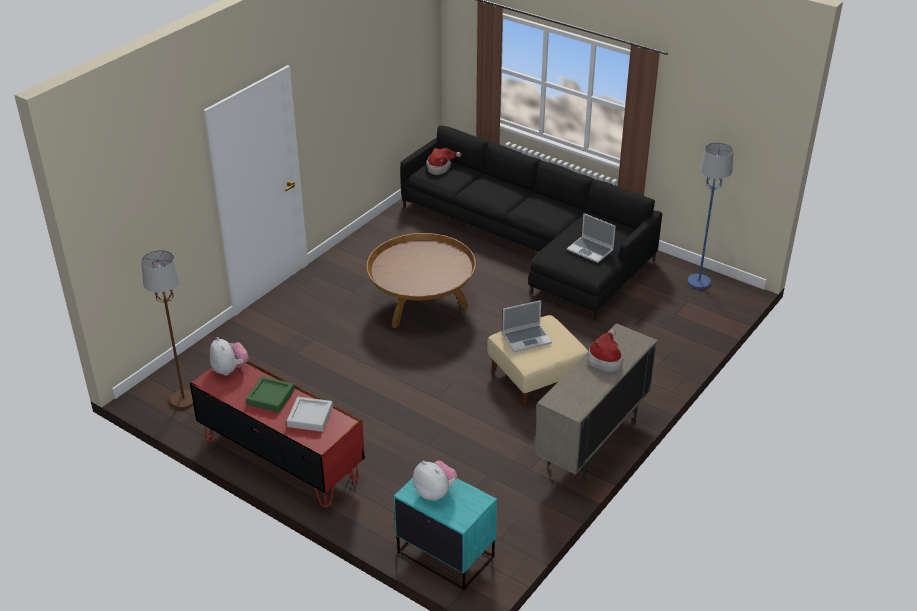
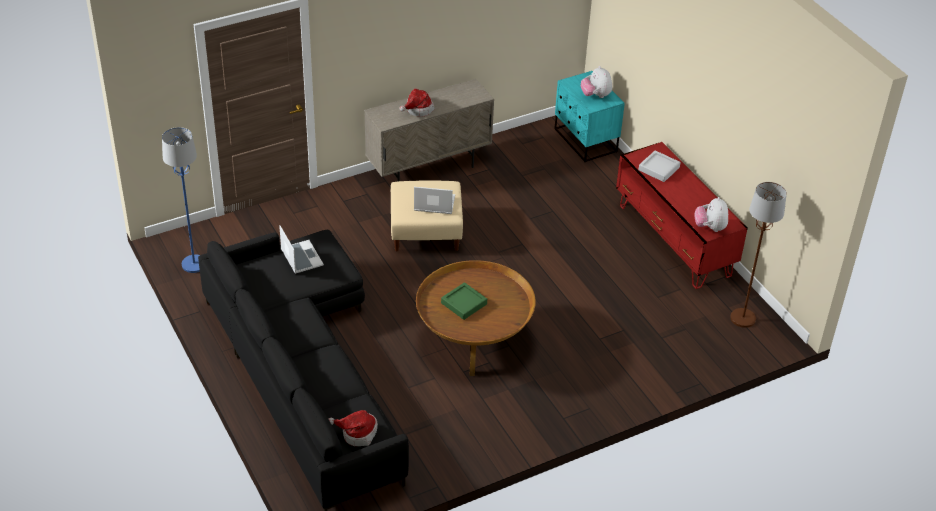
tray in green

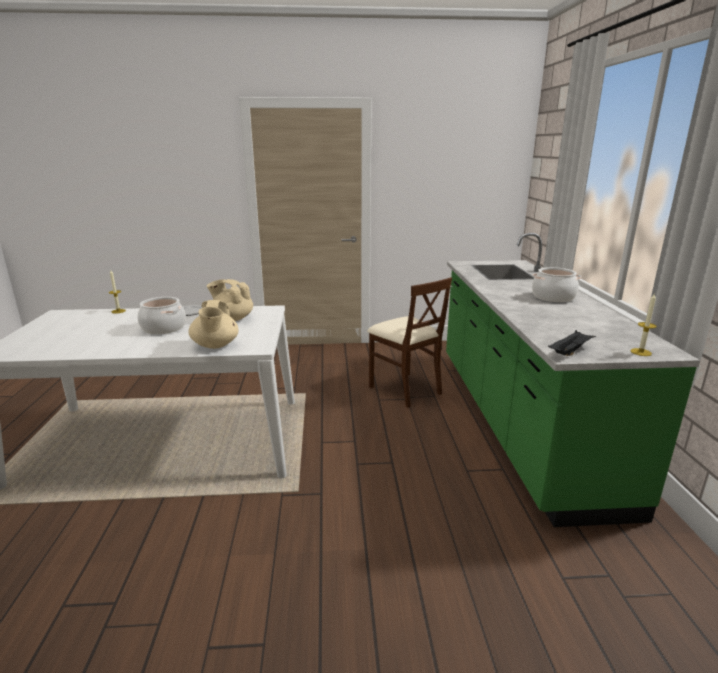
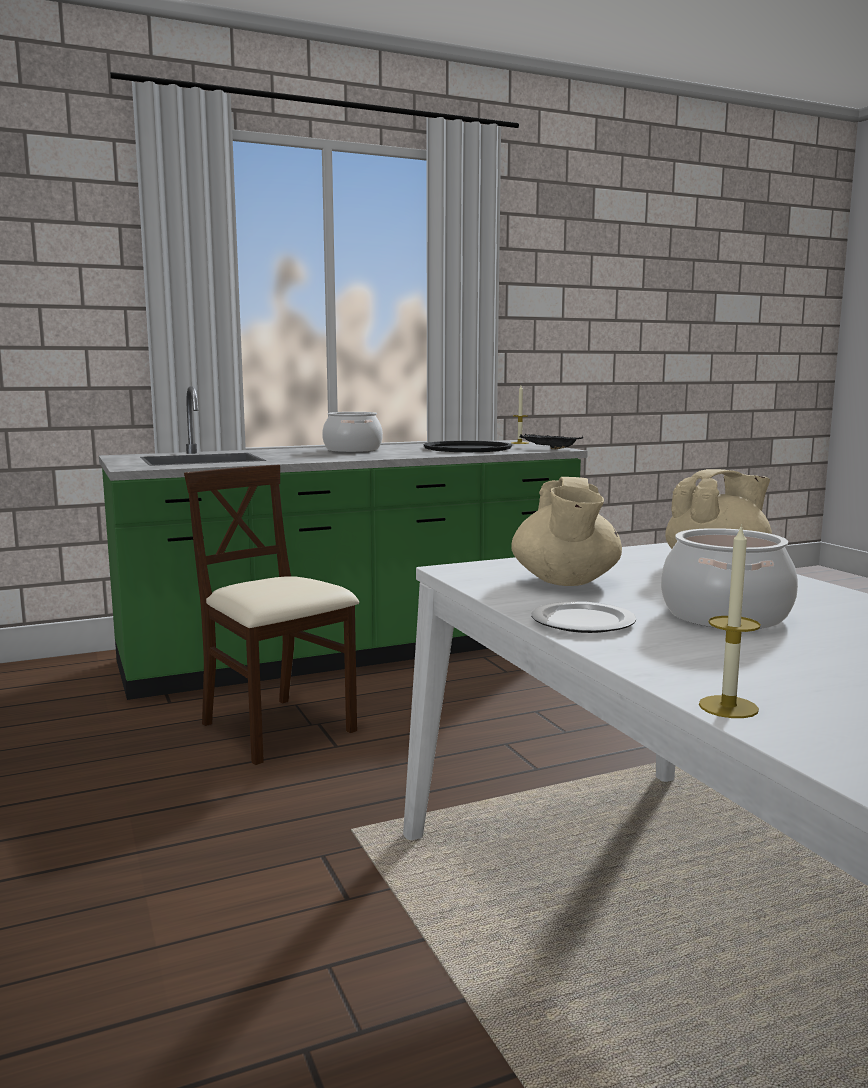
tray in black (no. 1 from left)
chair in beige

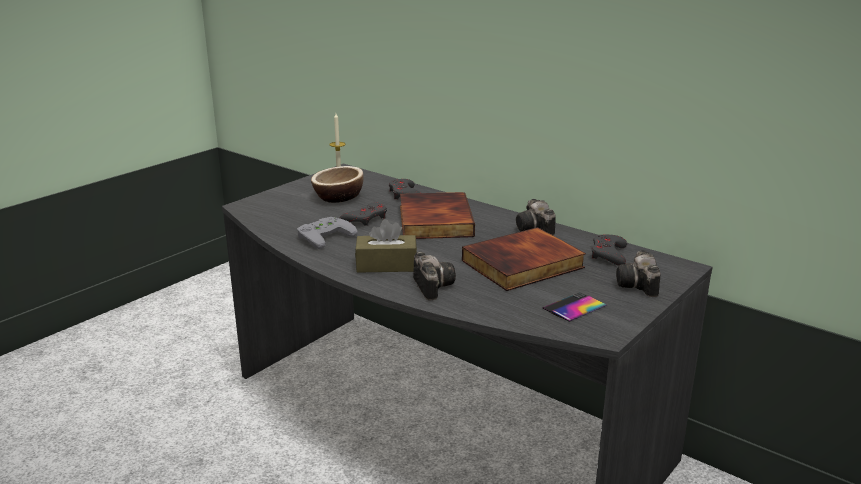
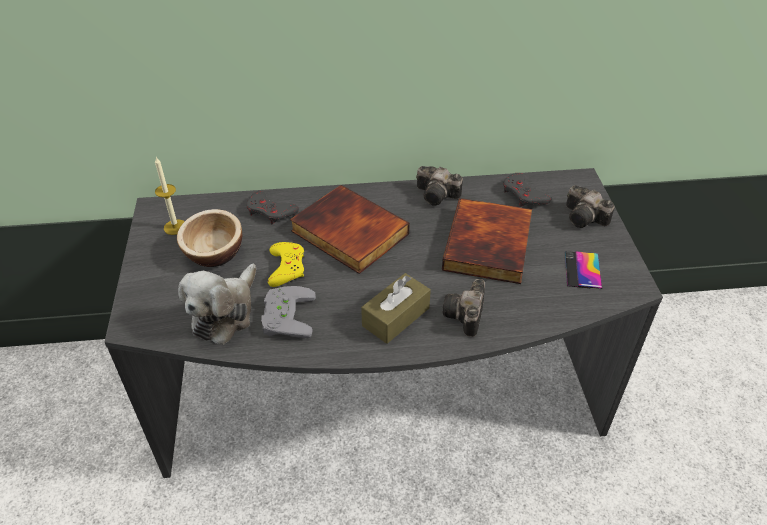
plush toy
game controller in yellow
photo camera (no. 2 from left)

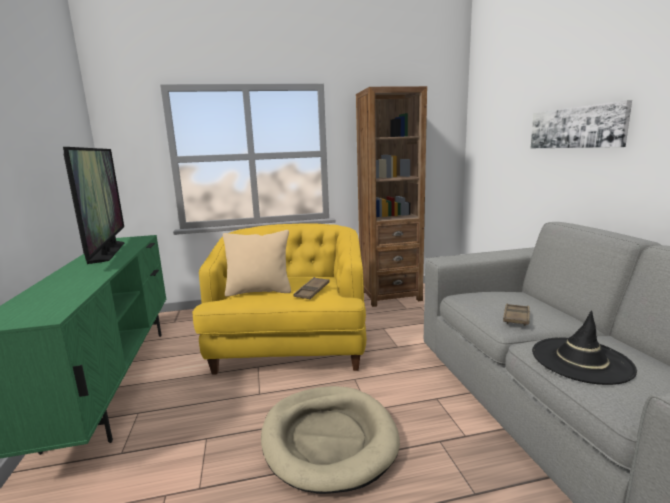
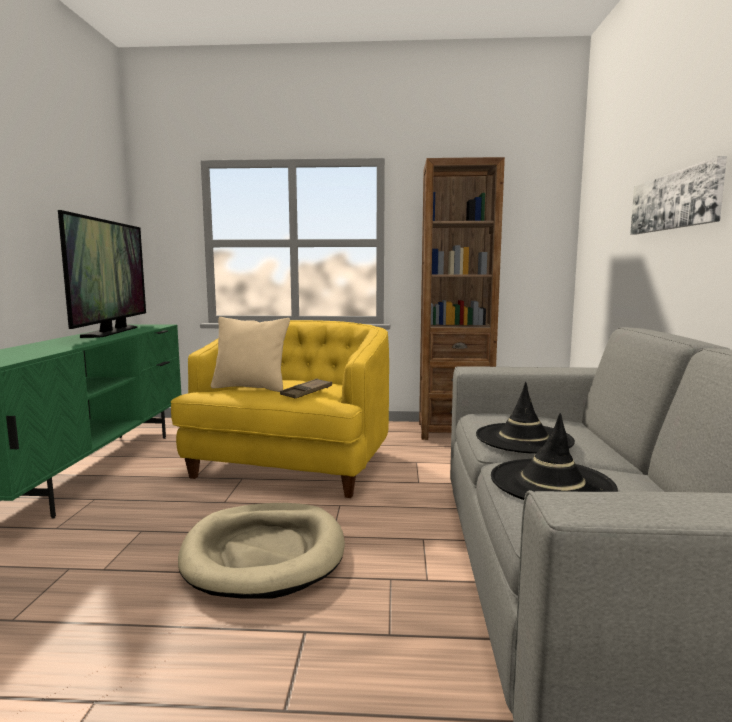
hat in black (no. 1 from left)

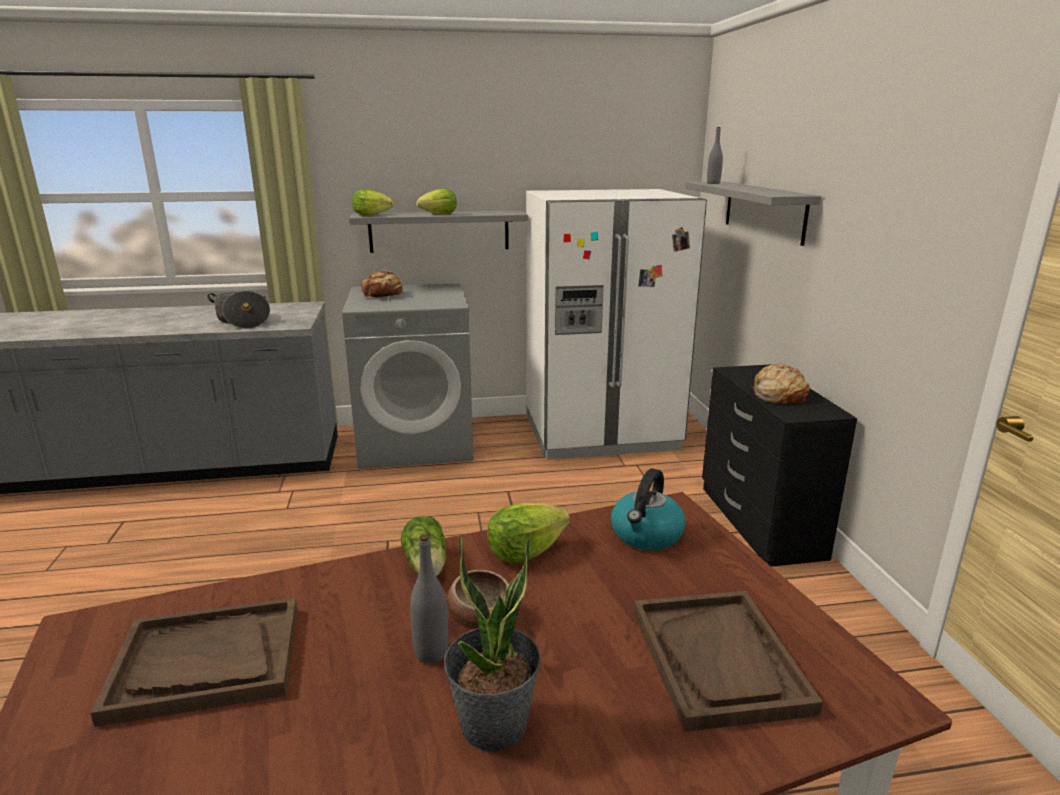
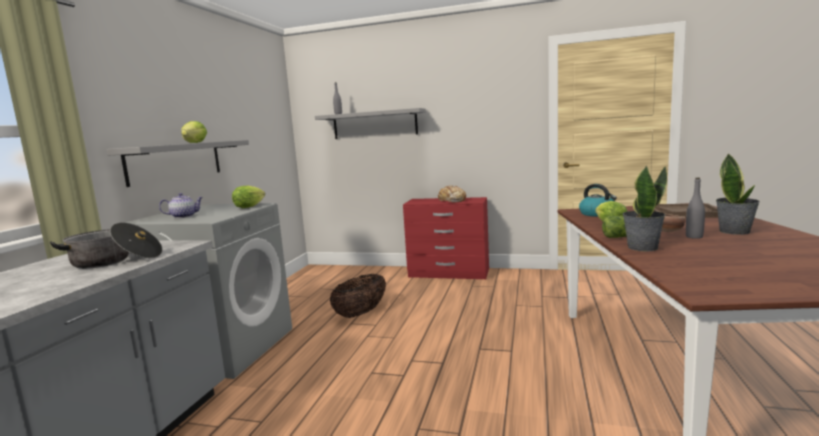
tray in brown (no. 1 from left in the first image)
fridge in white
basket
potted plant (no. 1 from left)
lettuce (no. 2 from left)
teapot
dresser in red

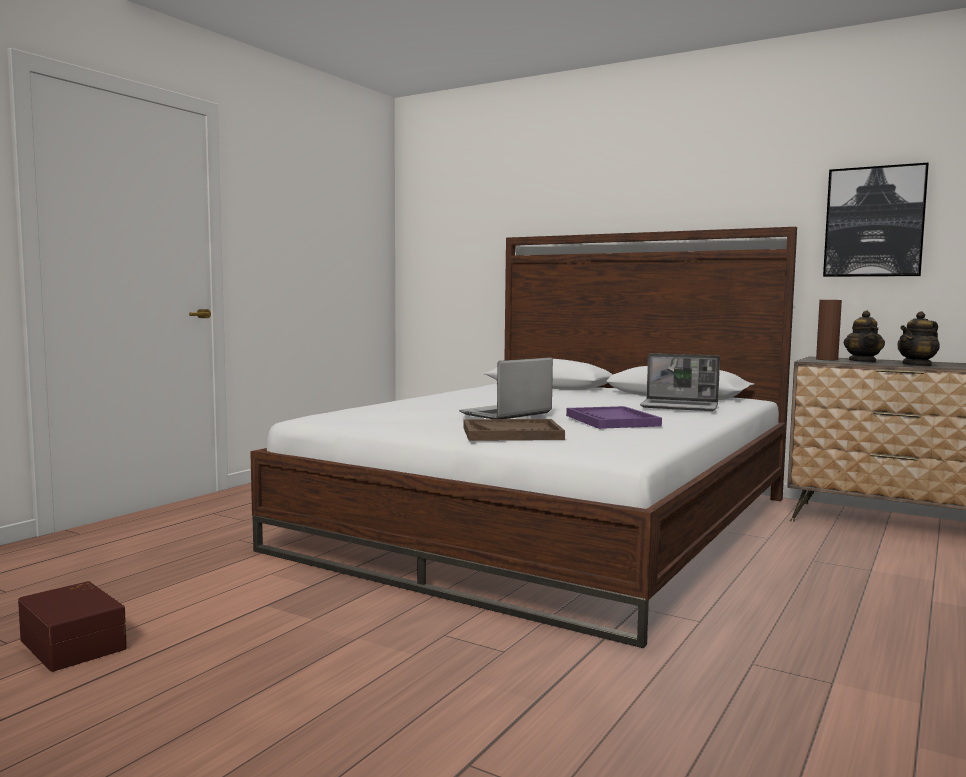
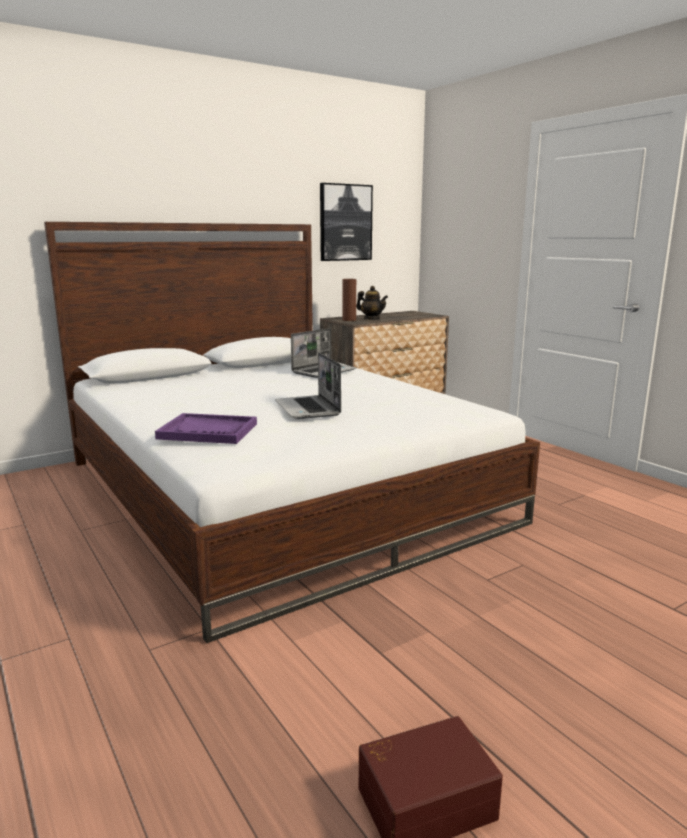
tray in brown
teapot (no. 2 from left in the first image)
tray in purple

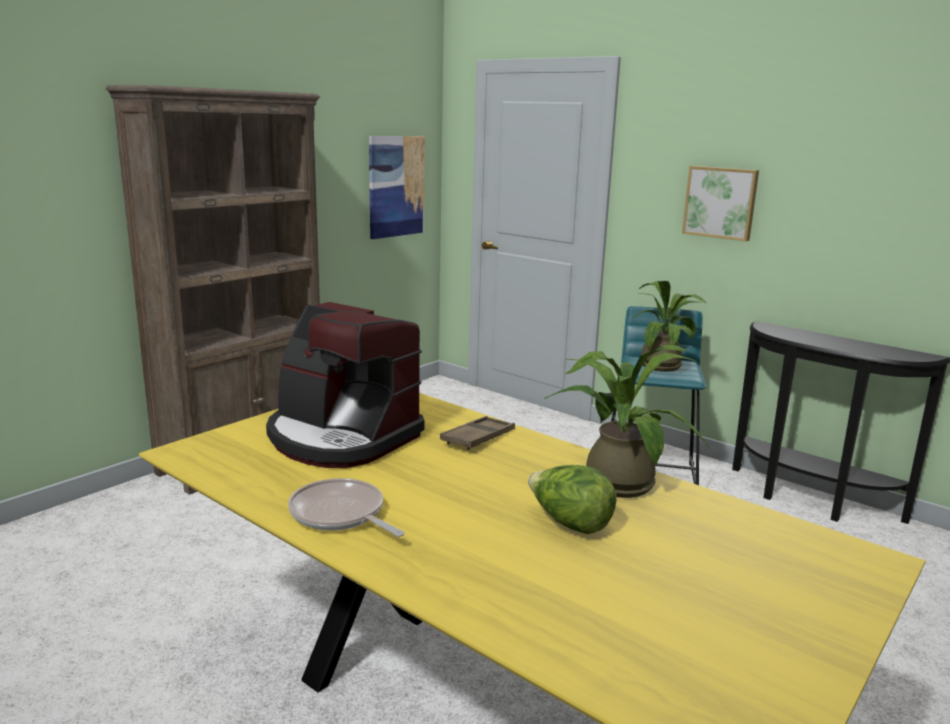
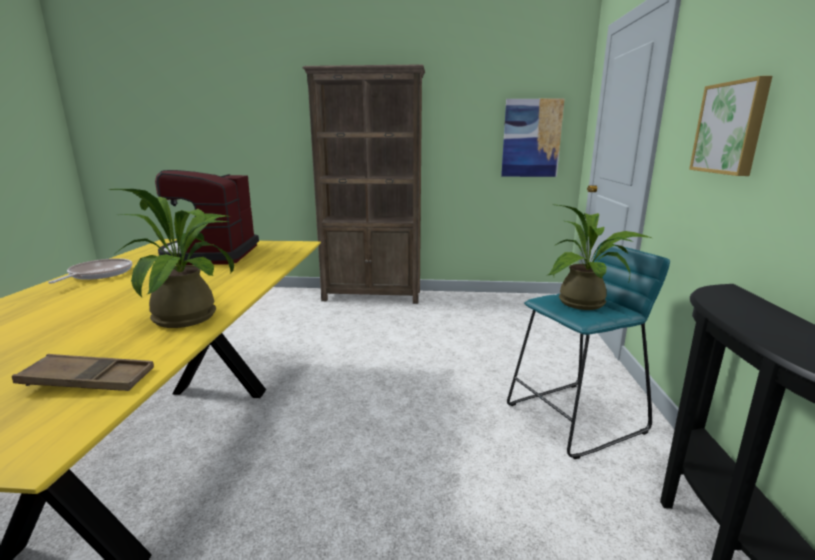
lettuce
tray in brown

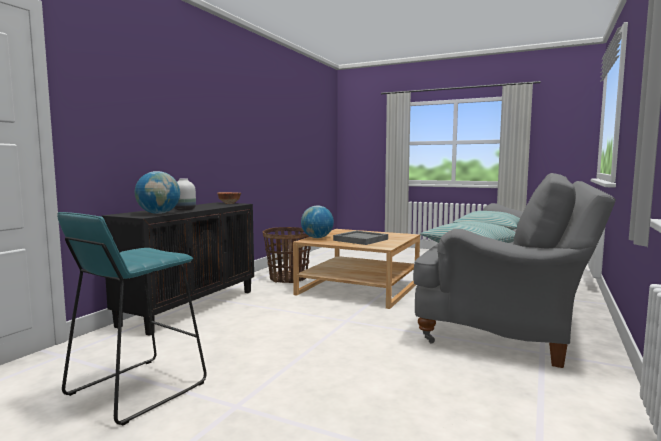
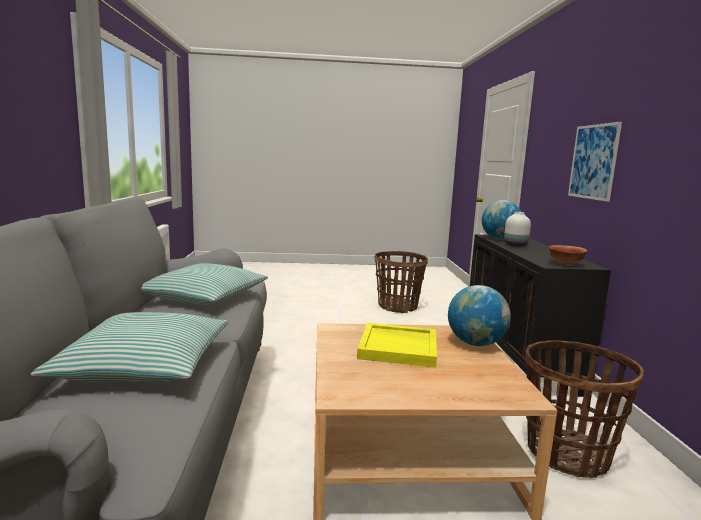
picture
basket (no. 1 from left)
tray in yellow

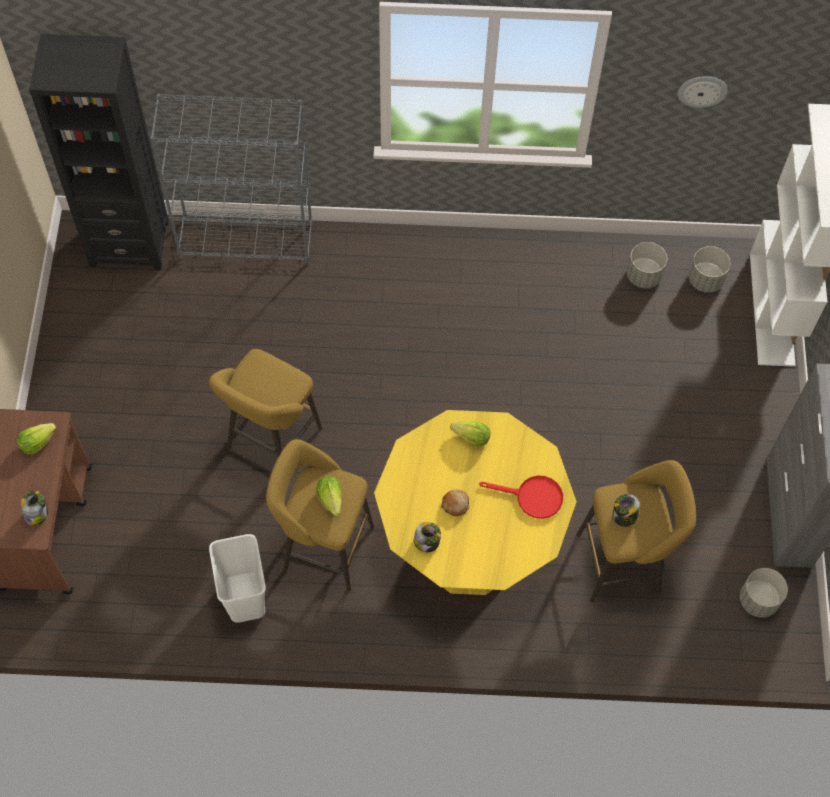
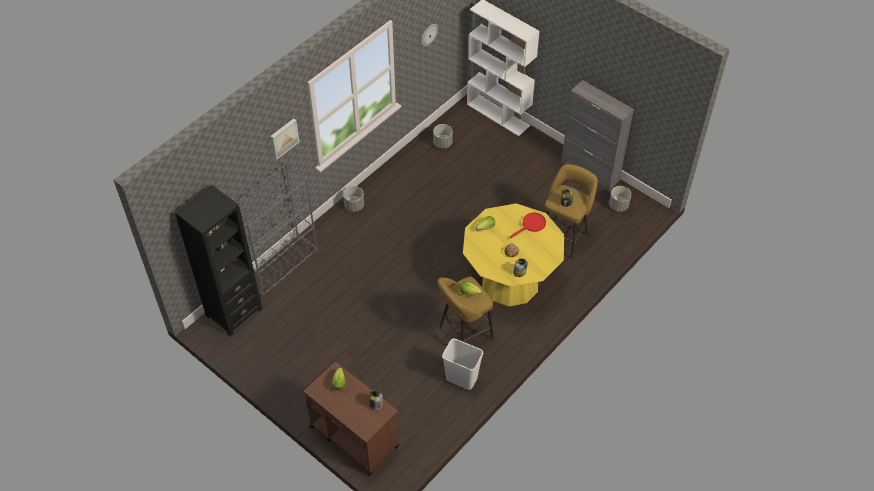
stool in yellow (no. 1 from left in the first image)
picture
planter in grey (no. 1 from left)

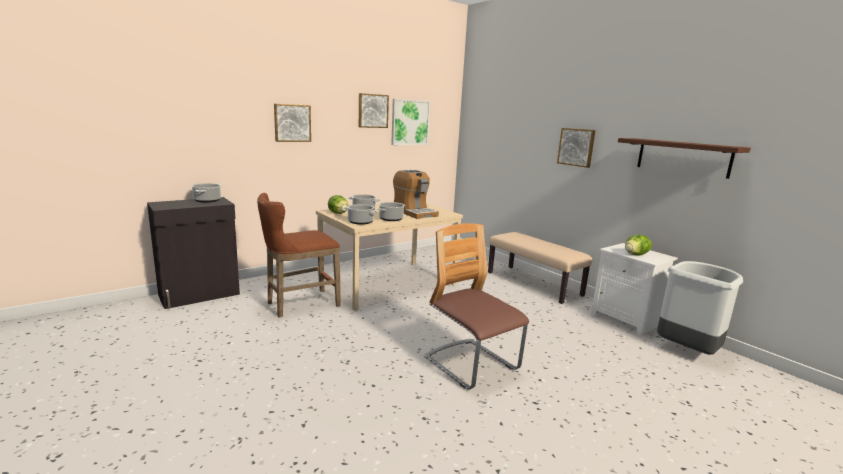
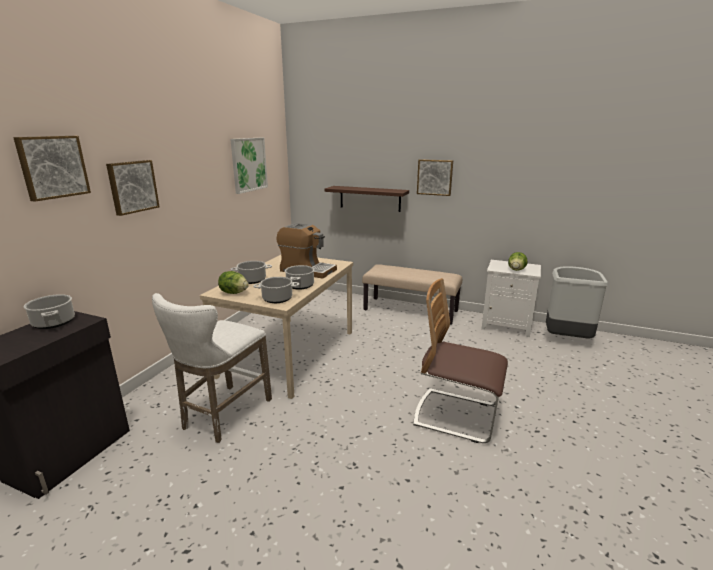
picture (no. 1 from left)
shelf
stool in white

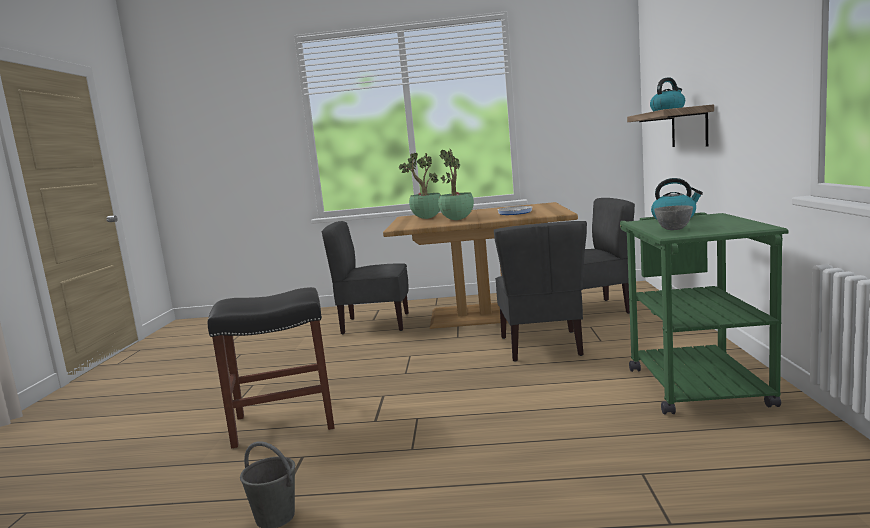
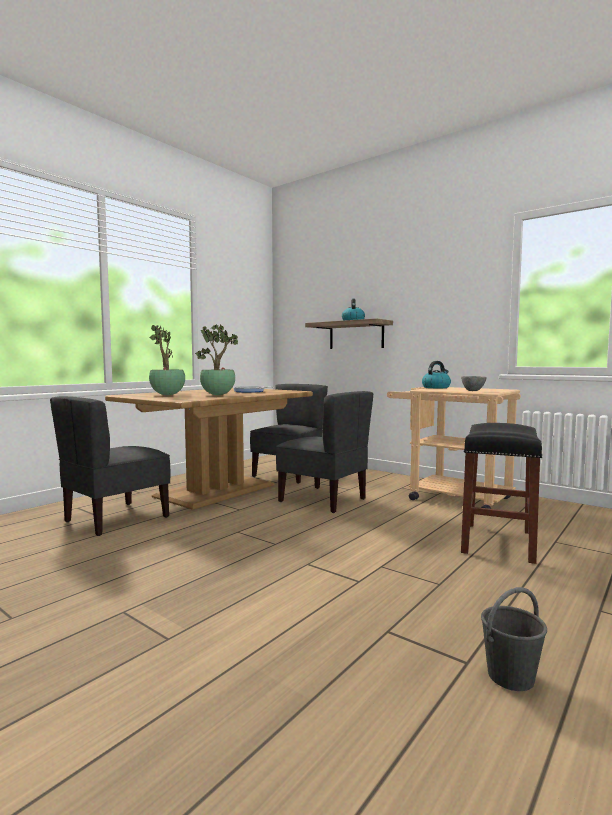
stool in black
cart in beige

